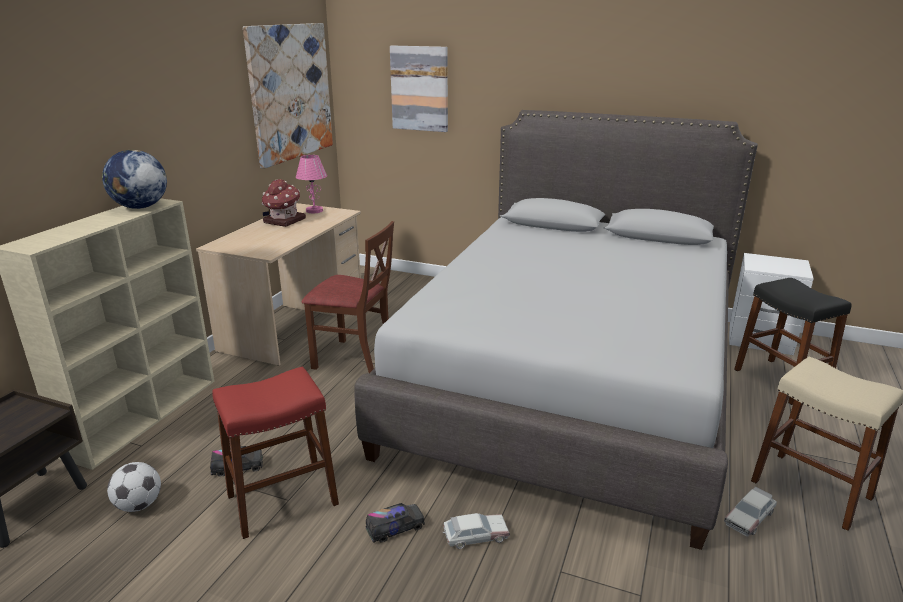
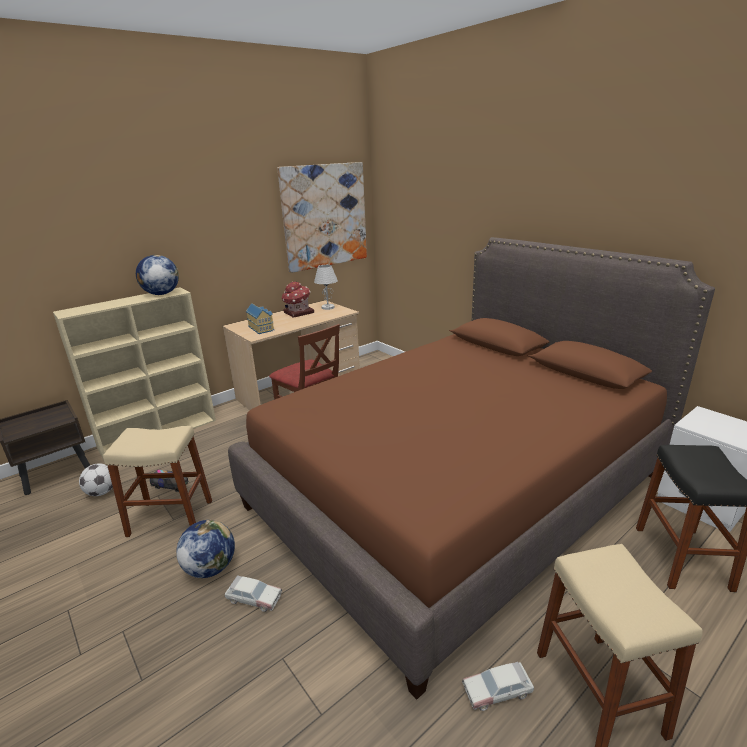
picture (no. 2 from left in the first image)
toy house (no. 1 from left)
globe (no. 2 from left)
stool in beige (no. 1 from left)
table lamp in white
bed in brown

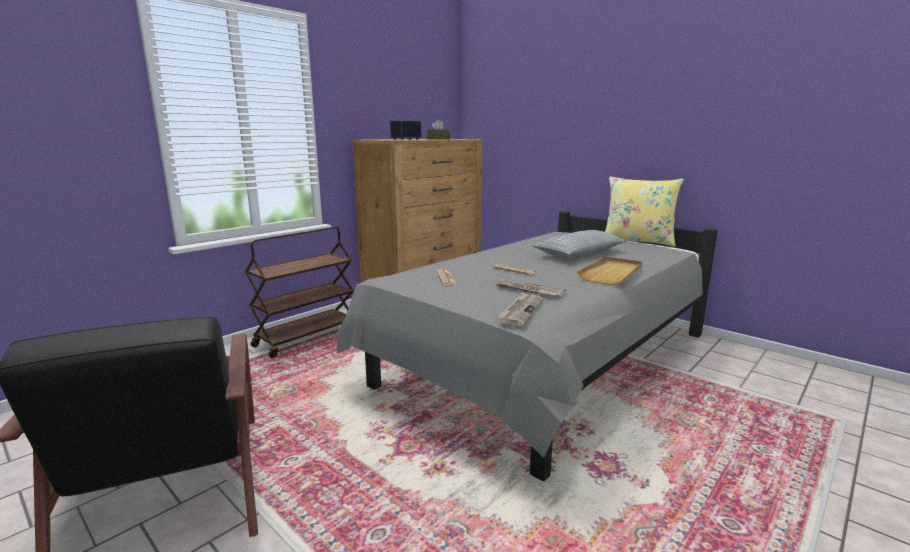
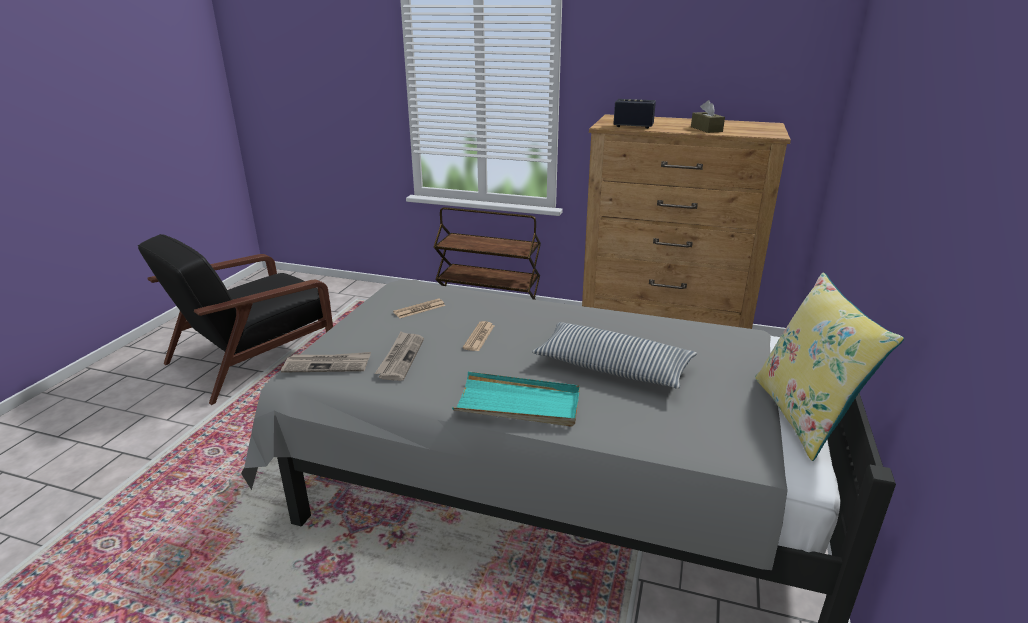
tray in turquoise

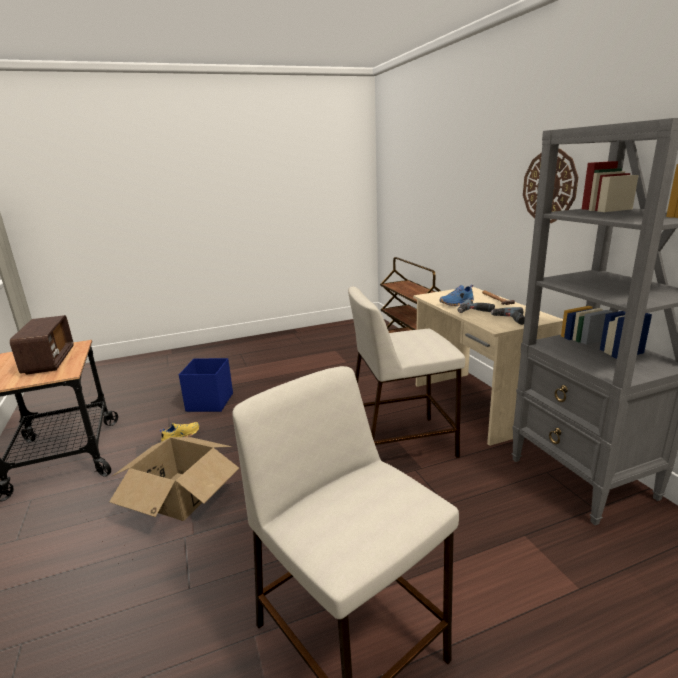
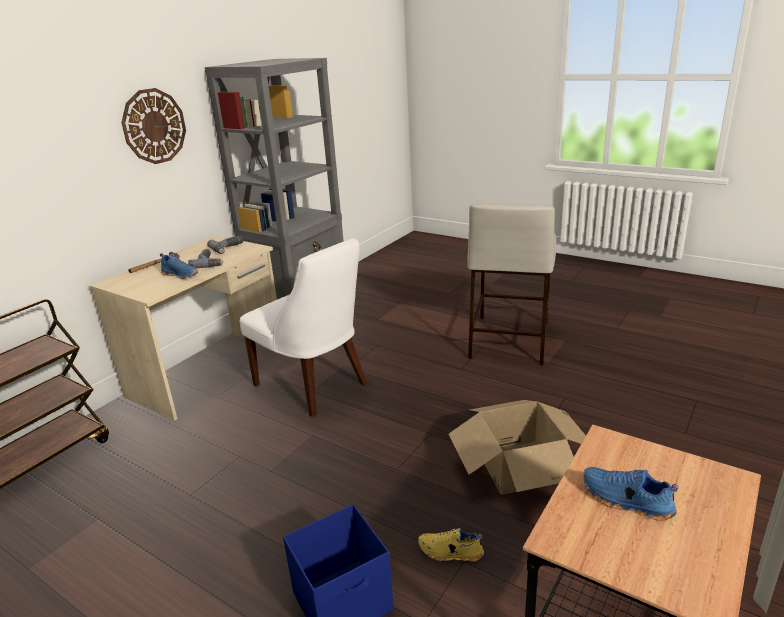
shoe in blue (no. 2 from left)
chair in white

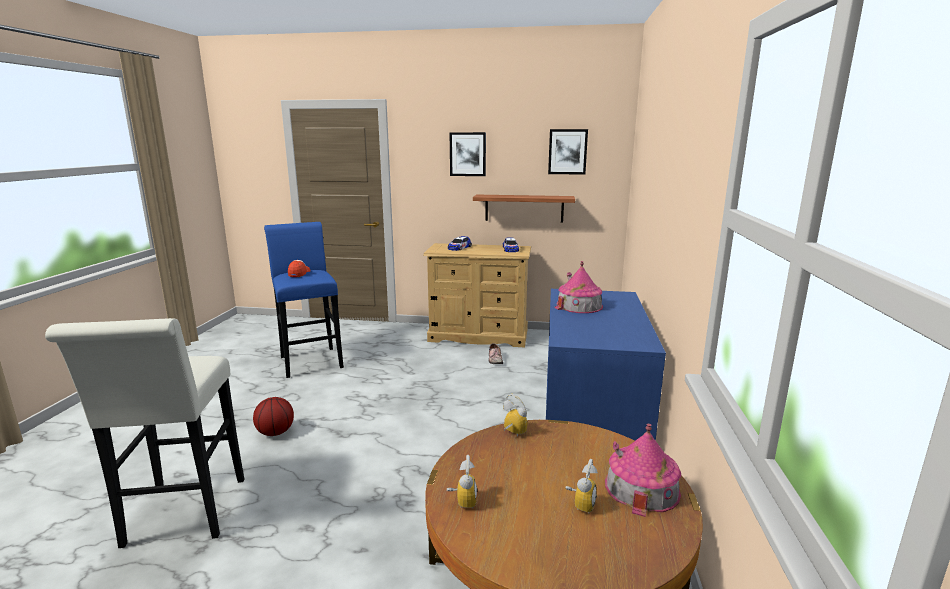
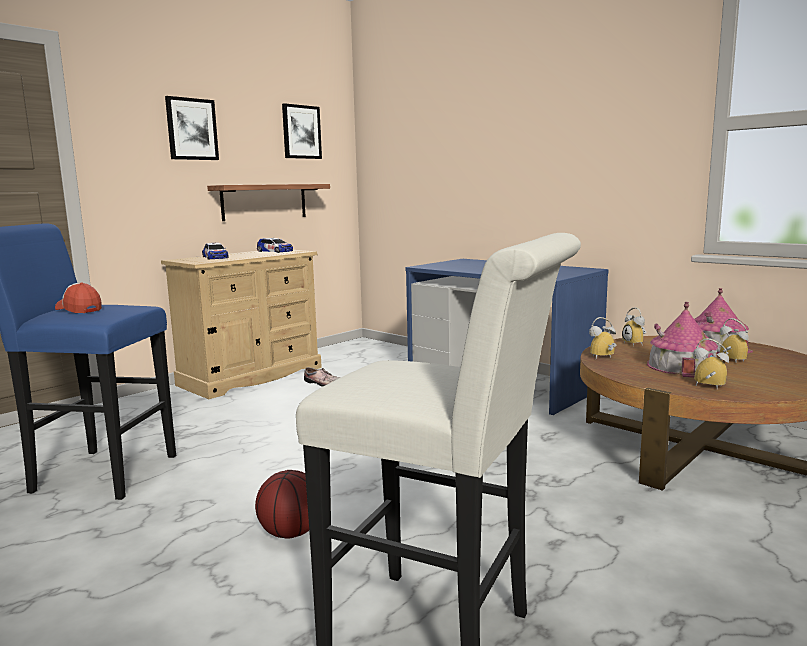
alarm clock (no. 2 from left)
toy house (no. 1 from left)

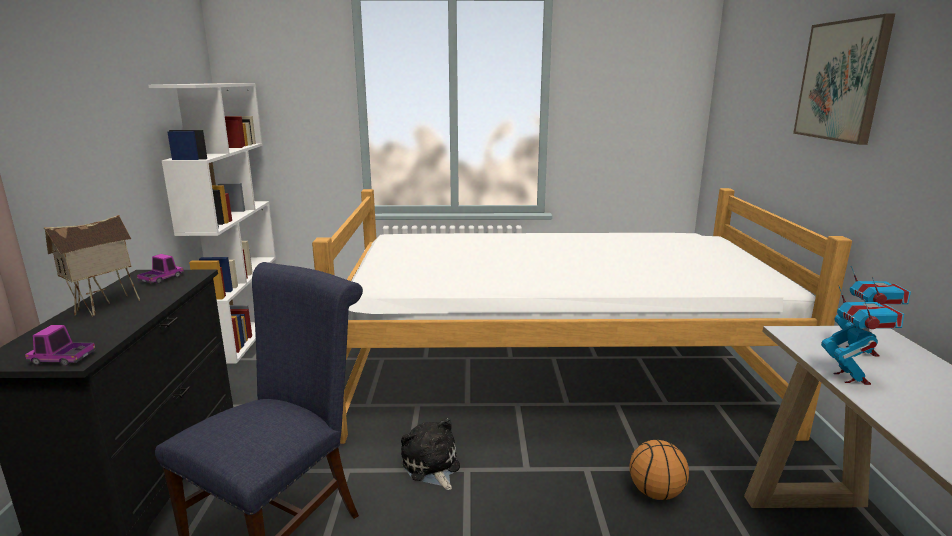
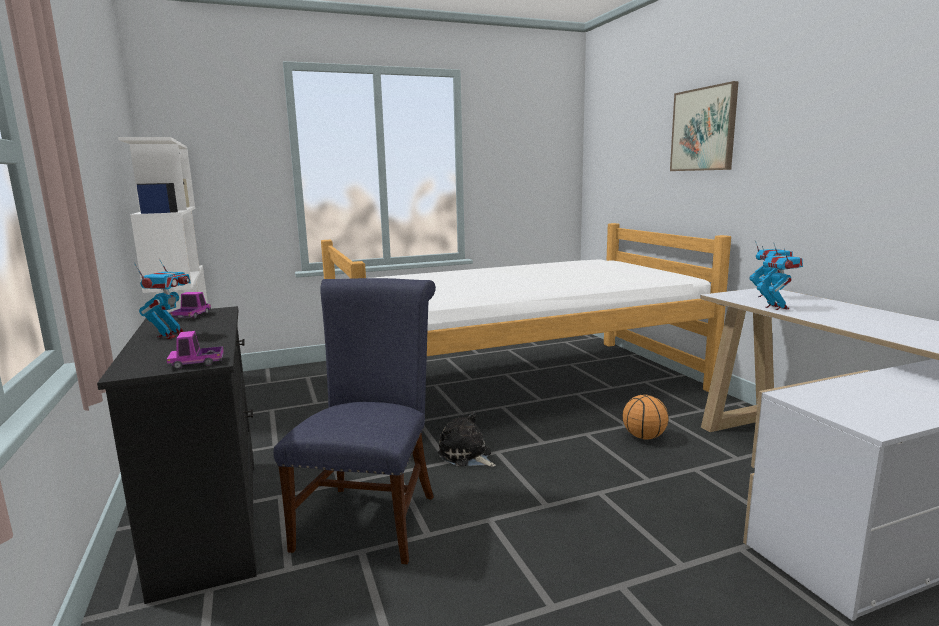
toy robot (no. 1 from left)

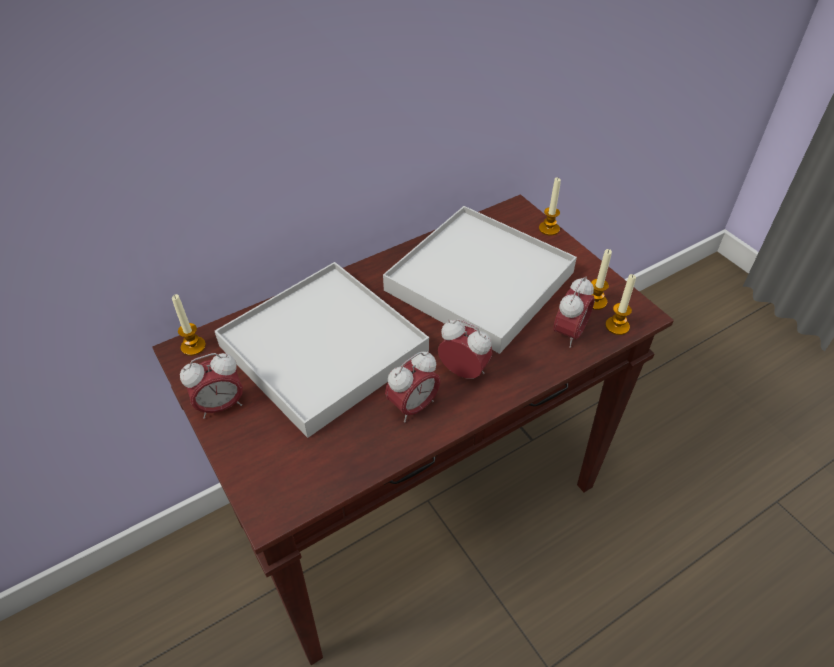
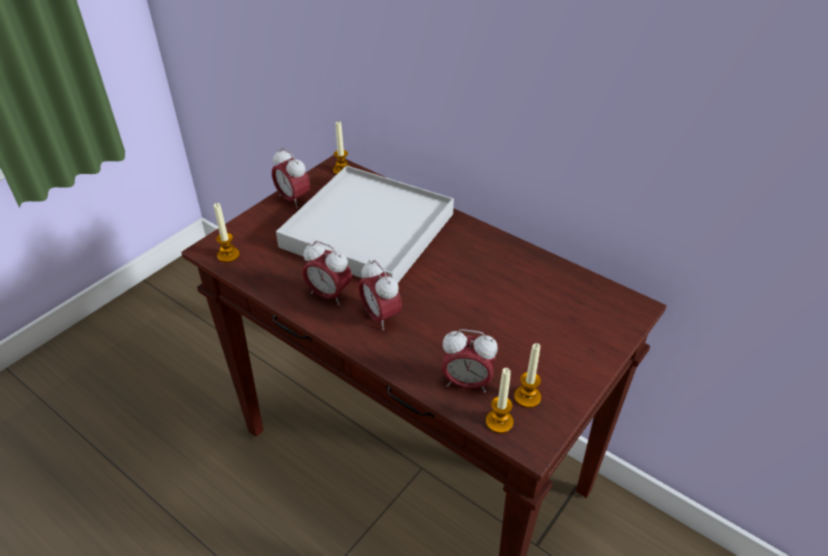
tray in white (no. 2 from left in the first image)
candle (no. 1 from left)
alarm clock (no. 3 from left)

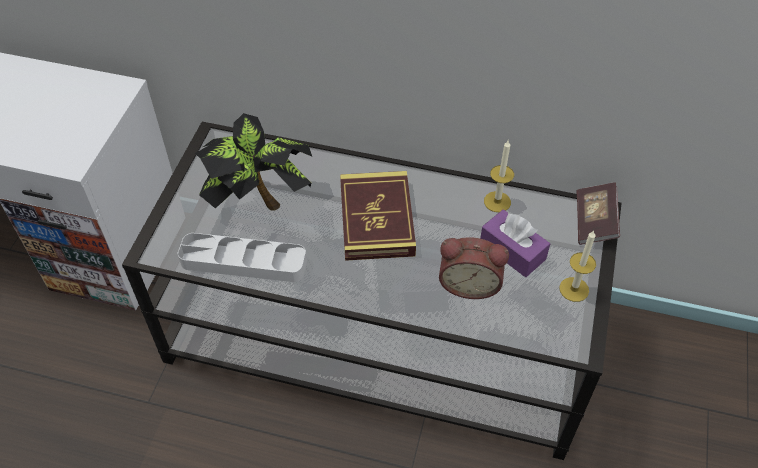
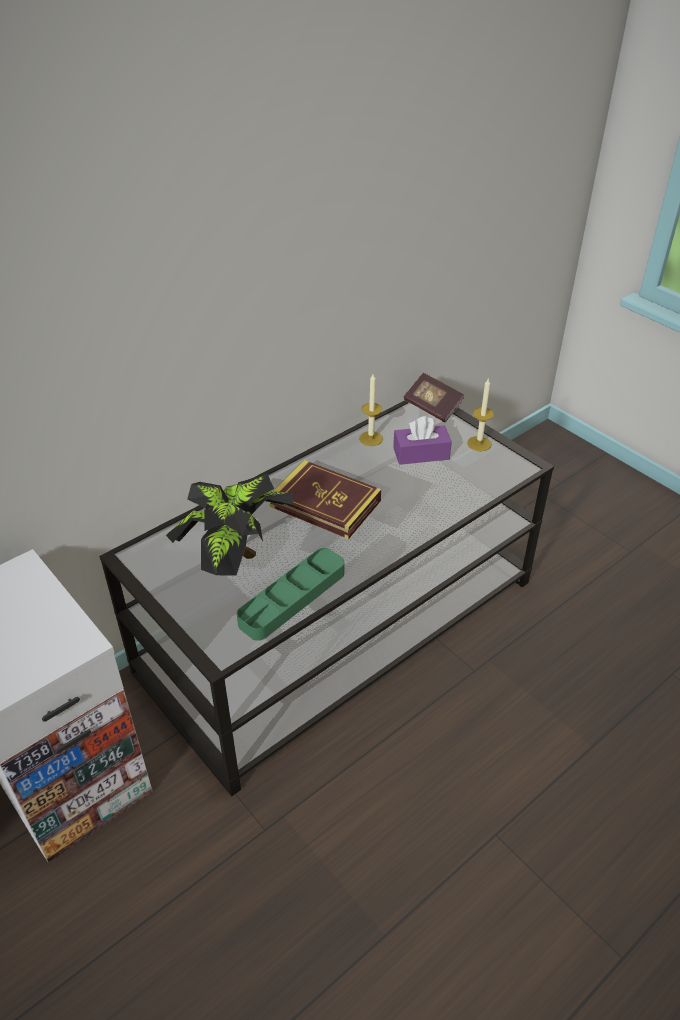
alarm clock
tray in green

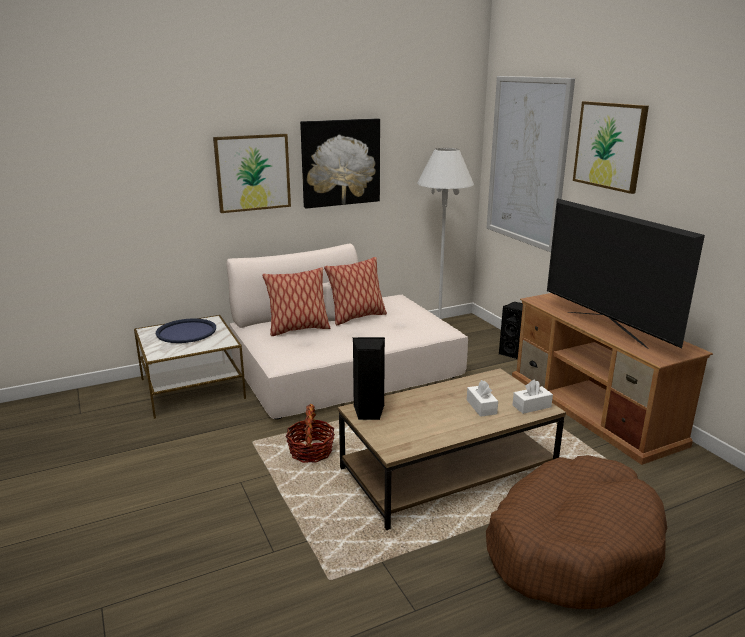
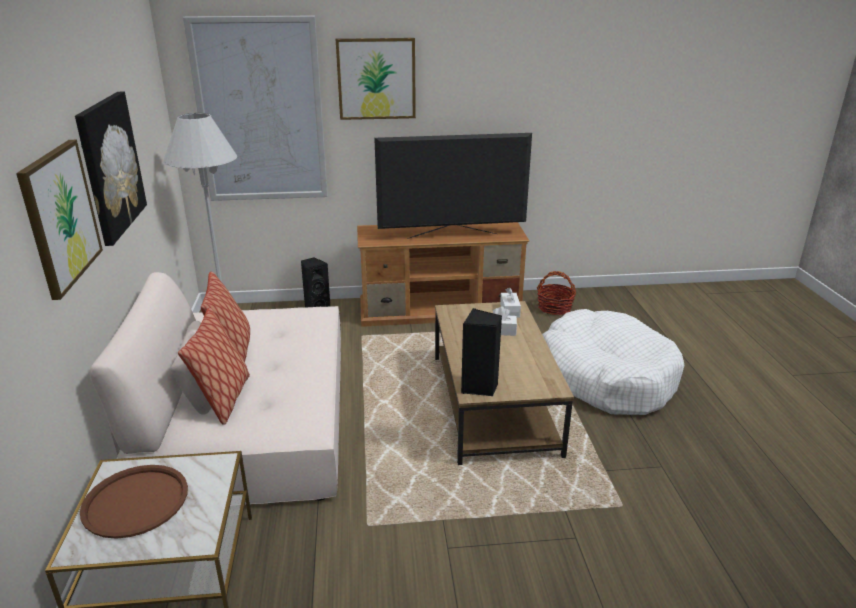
basket
tray in brown
dog bed in white

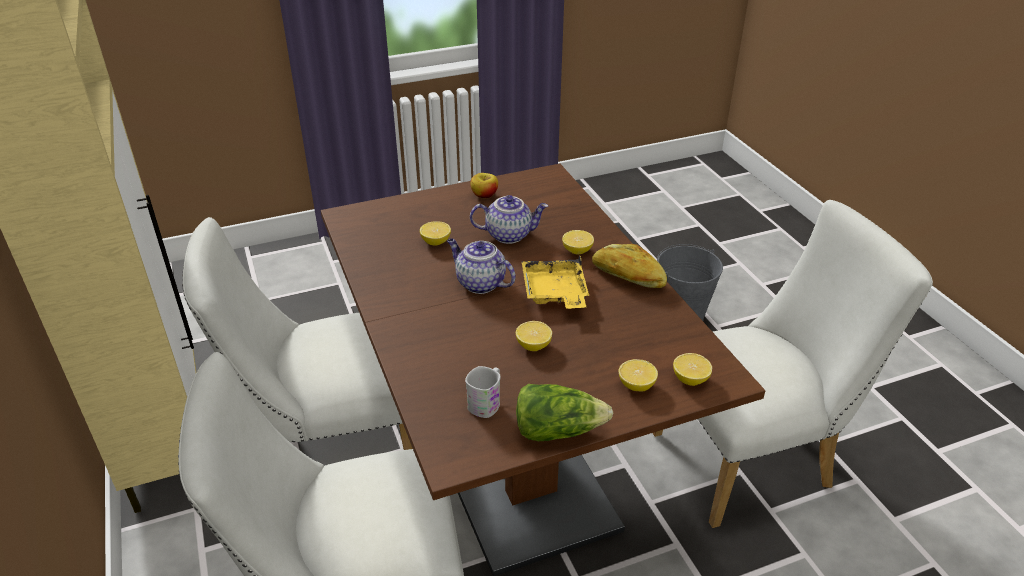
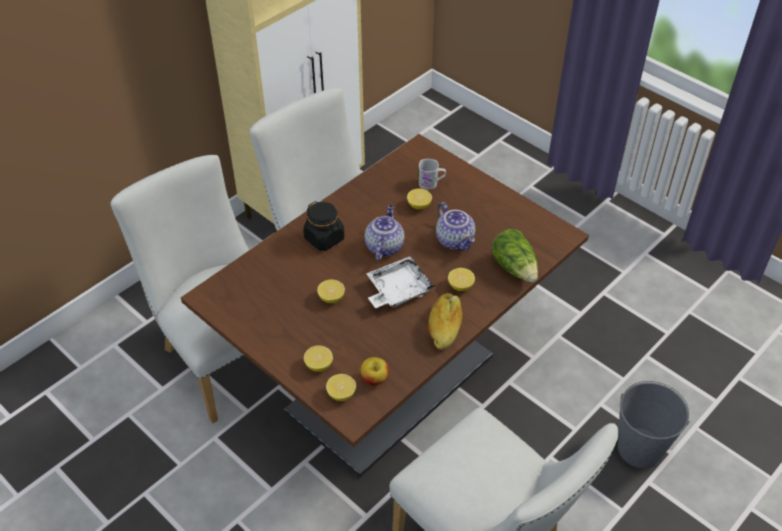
jar in black
mug in white
apple
lettuce
tray in white

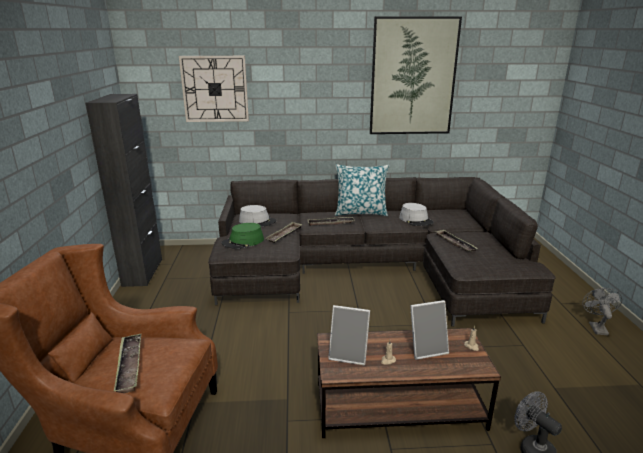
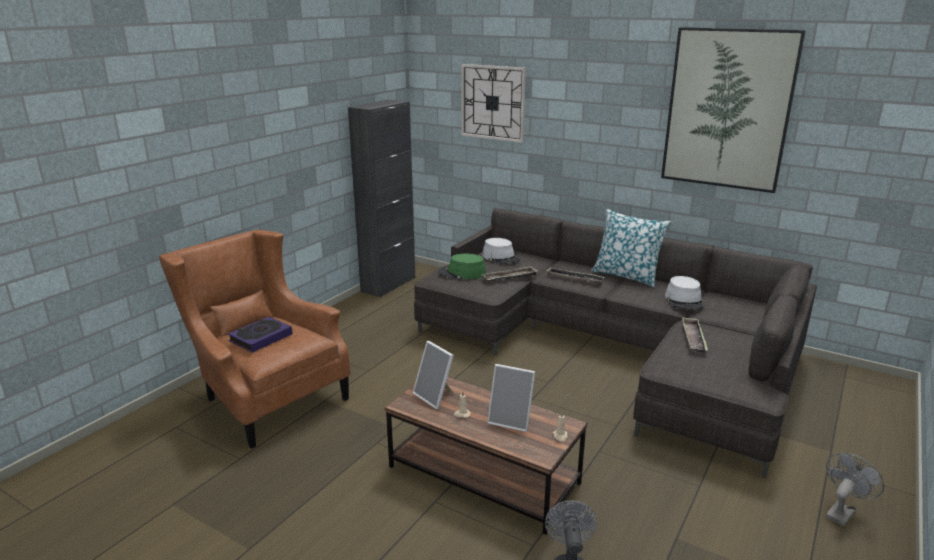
book

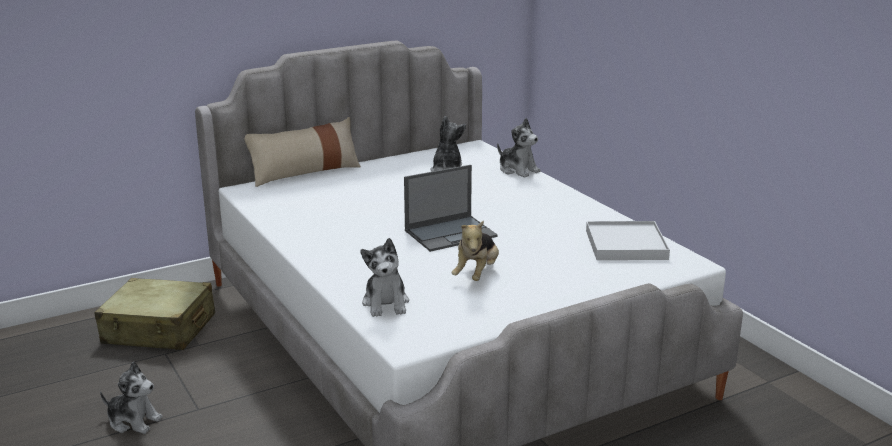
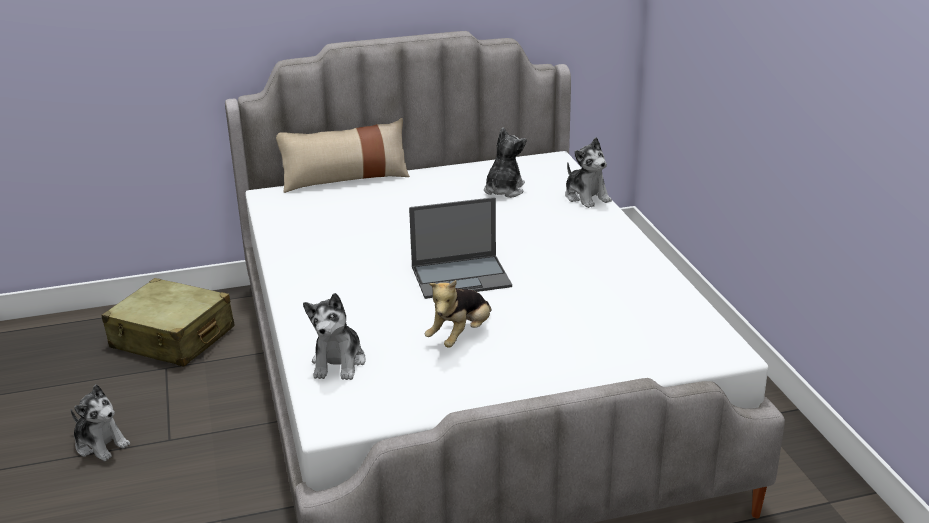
tray in white

